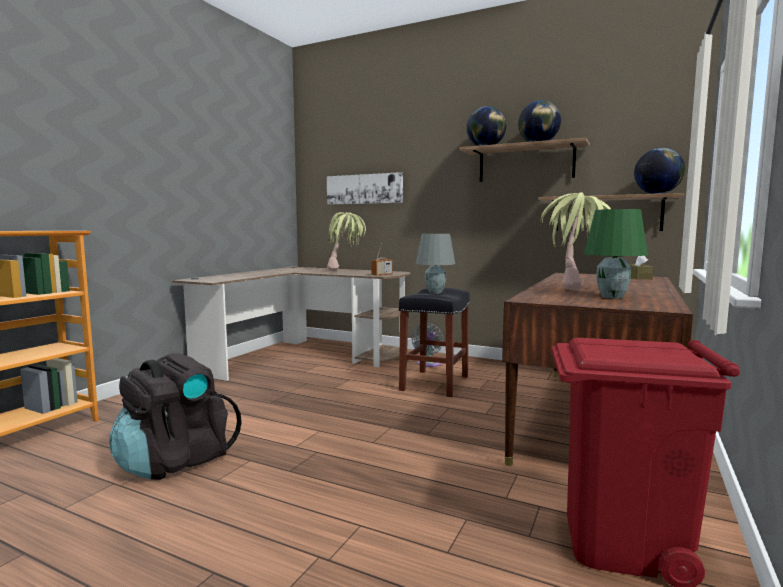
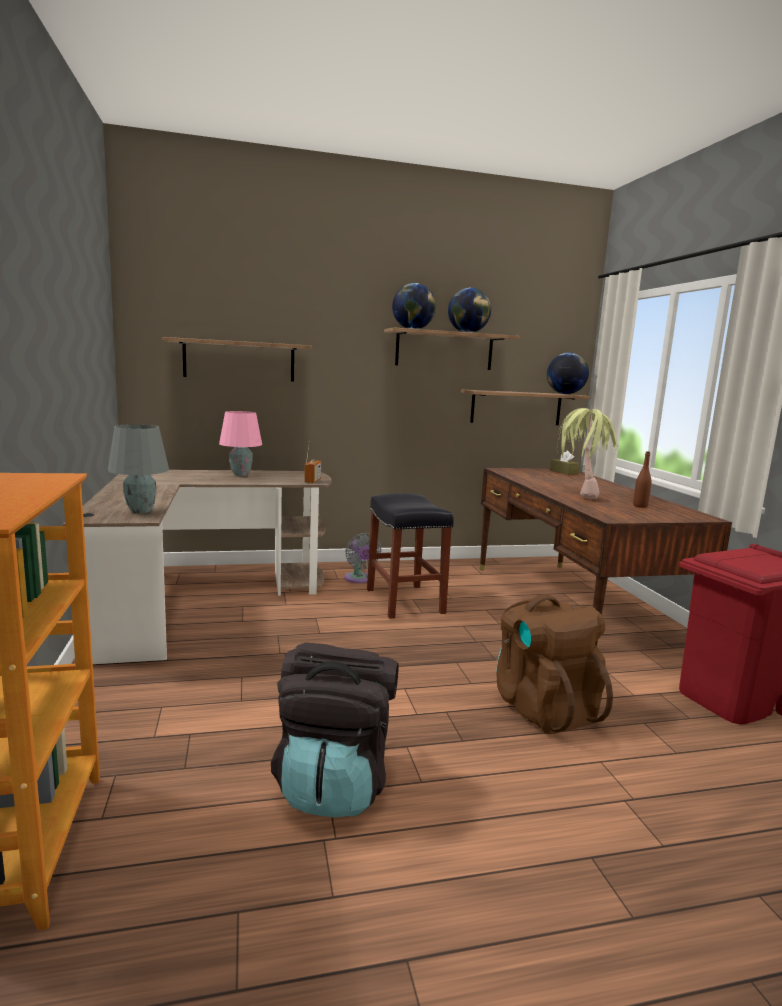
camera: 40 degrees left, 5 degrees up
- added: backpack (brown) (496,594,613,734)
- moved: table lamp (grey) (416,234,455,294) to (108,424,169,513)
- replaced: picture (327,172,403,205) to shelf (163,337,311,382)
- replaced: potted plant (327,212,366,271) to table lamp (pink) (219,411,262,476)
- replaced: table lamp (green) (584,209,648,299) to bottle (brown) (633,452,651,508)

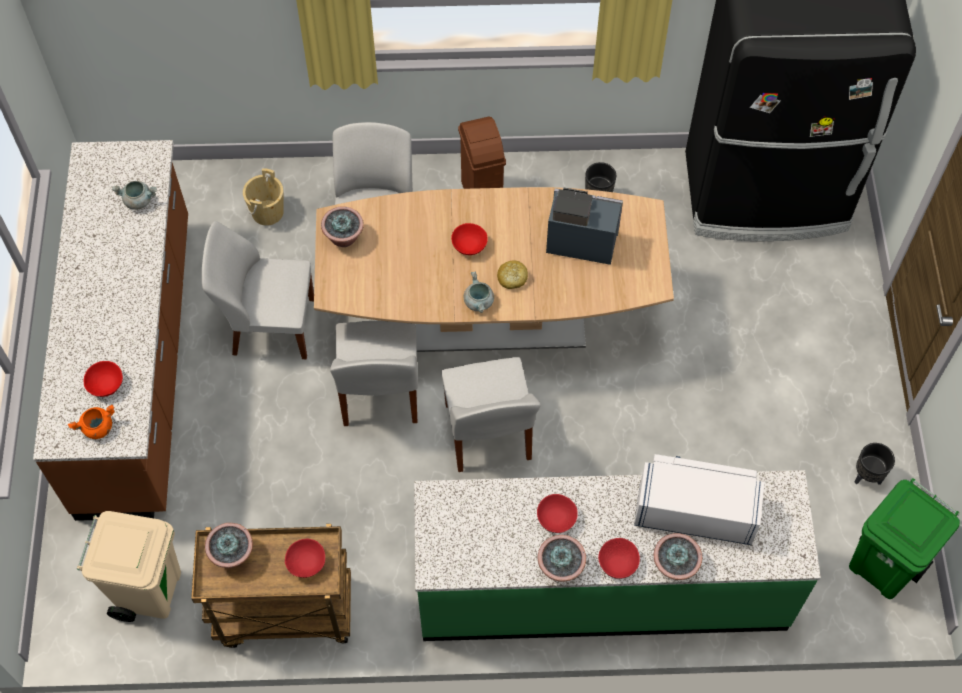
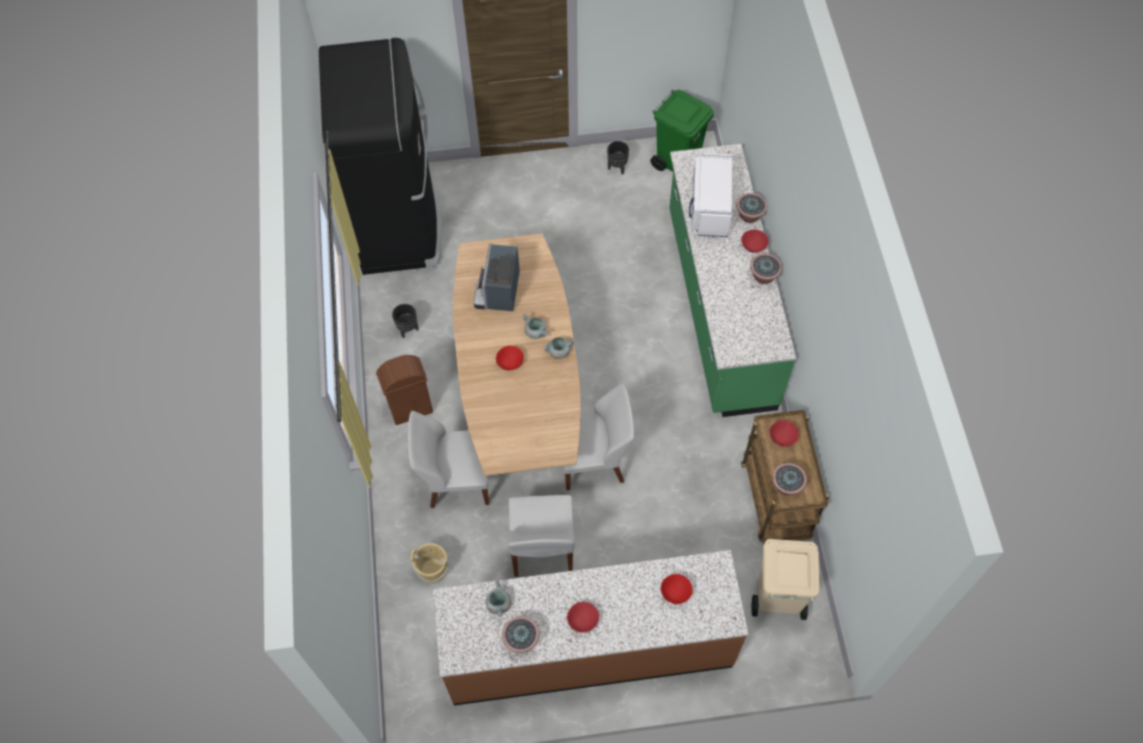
camera: 95 degrees left, 0 degrees up
- removed: cooking pot (orange) (68,404,115,439)
- removed: chair (white) (441,357,541,472)
- moved: potted plant (321,206,364,247) to (502,616,539,653)
- moved: bowl (red) (537,494,578,533) to (567,602,599,633)
- replaced: bread (497,260,528,289) to cooking pot (grey) (522,314,548,339)

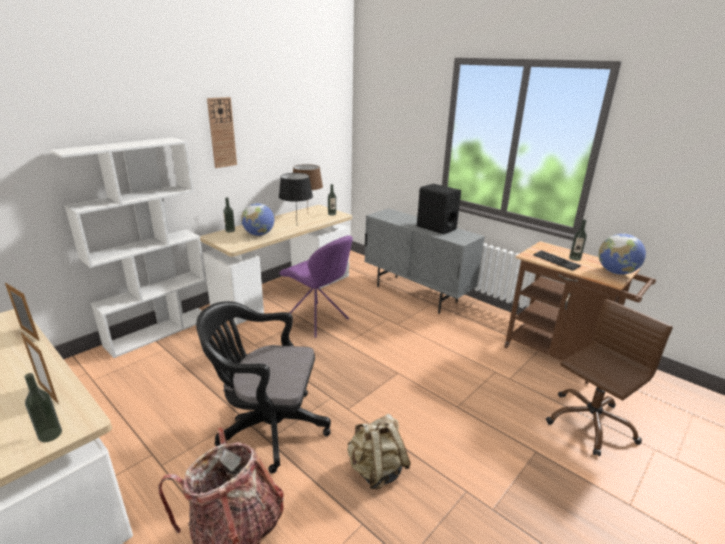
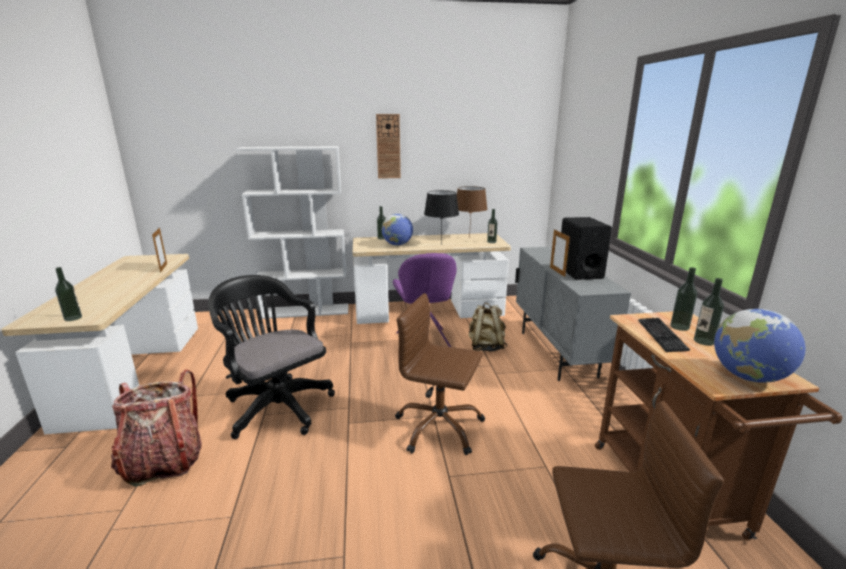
camera: 40 degrees right, 5 degrees down
- added: office chair (brown) (395,293,485,455)
- added: bottle (670,267,697,331)
- moved: picture frame (21,332,59,404) to (550,229,570,277)
- moved: backpack (beige) (347,414,411,489) to (468,303,507,352)

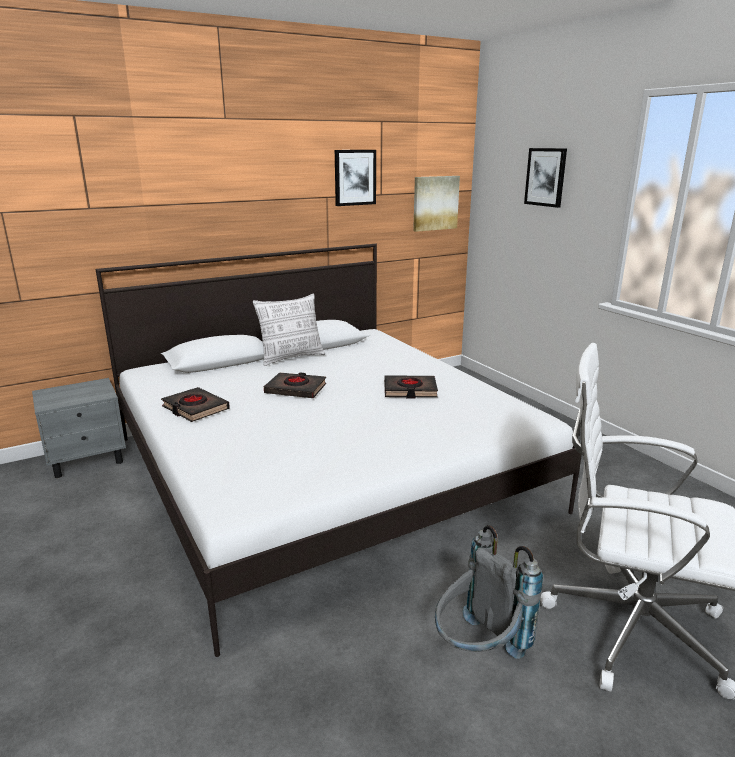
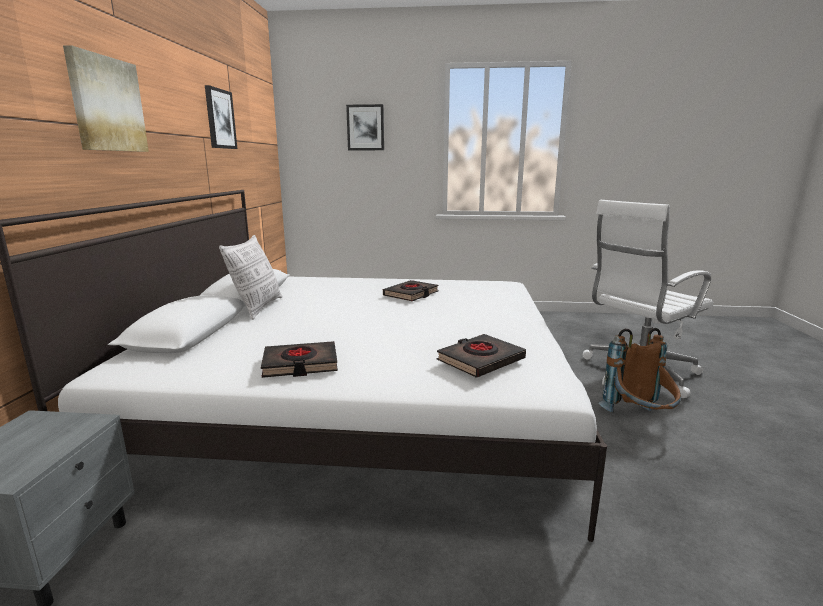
camera: 55 degrees left, 5 degrees down
- moved: book (black) (264,372,326,398) to (437,334,526,378)
- moved: picture (413,176,460,232) to (63,45,149,152)
- recoloured: backpack (grey) (435,525,543,659) to backpack (brown) (599,328,681,413)

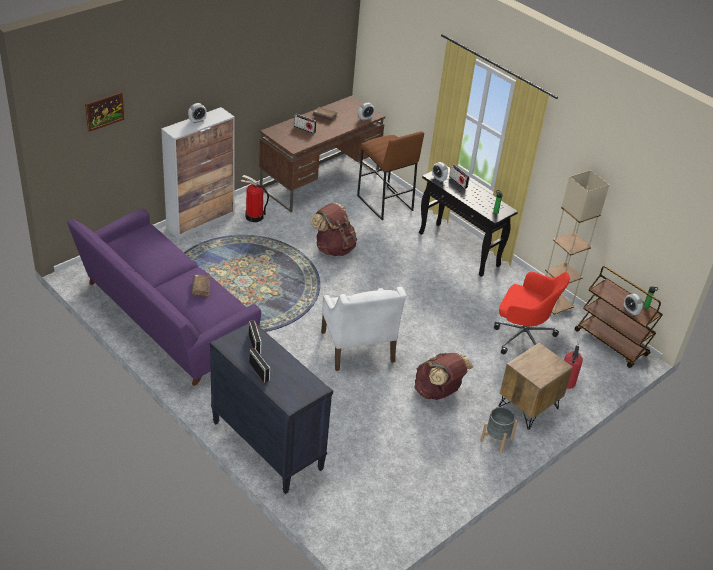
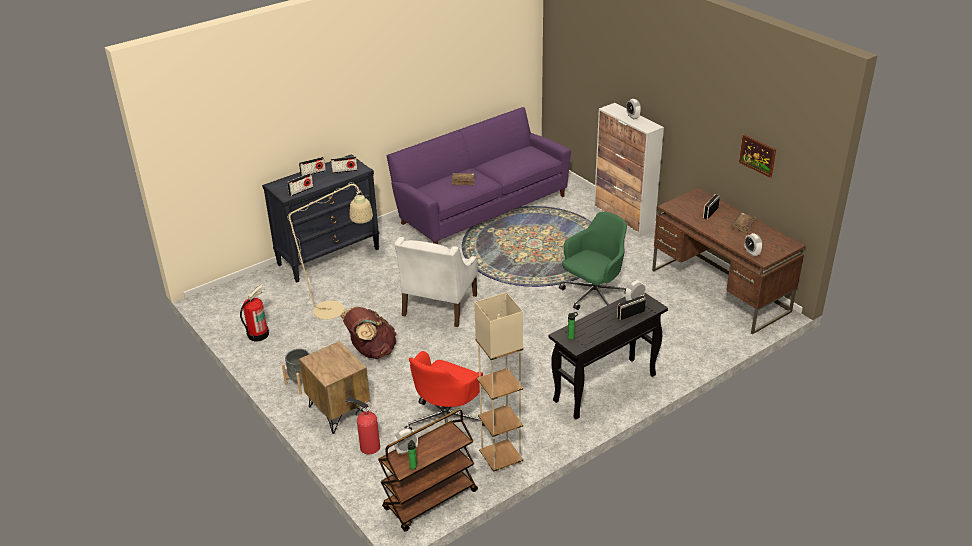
camera: 100 degrees right, 5 degrees down
- removed: stool (brown) (357,131,424,220)
- added: floor lamp (beige) (263,182,373,320)
- added: radio (287,173,314,196)
- moved: picture (85,92,125,132) to (739,134,776,178)
- moved: fire extinguisher (241,175,269,222) to (240,285,269,341)
- replaced: backpack (brown) (310,202,357,256) to office chair (green) (559,211,627,310)
- turned: armchair (white) (321,287,407,371) = (394,237,478,327) 60 degrees counterclockwise

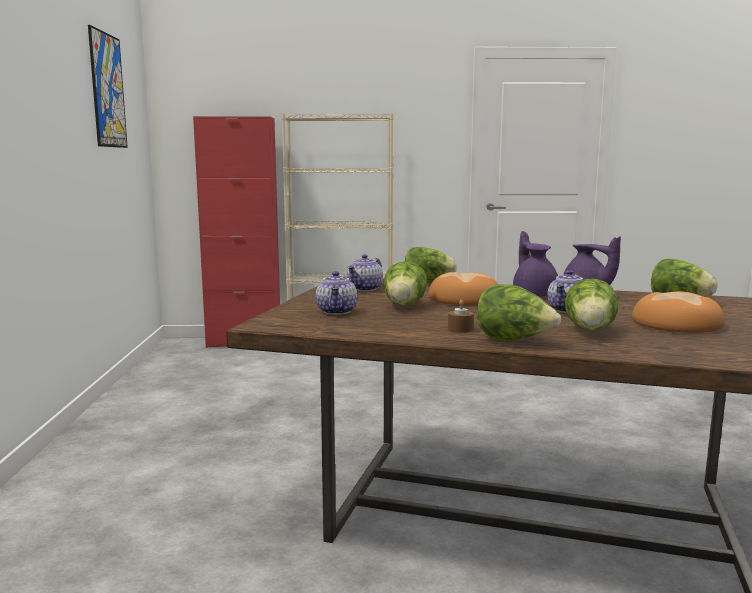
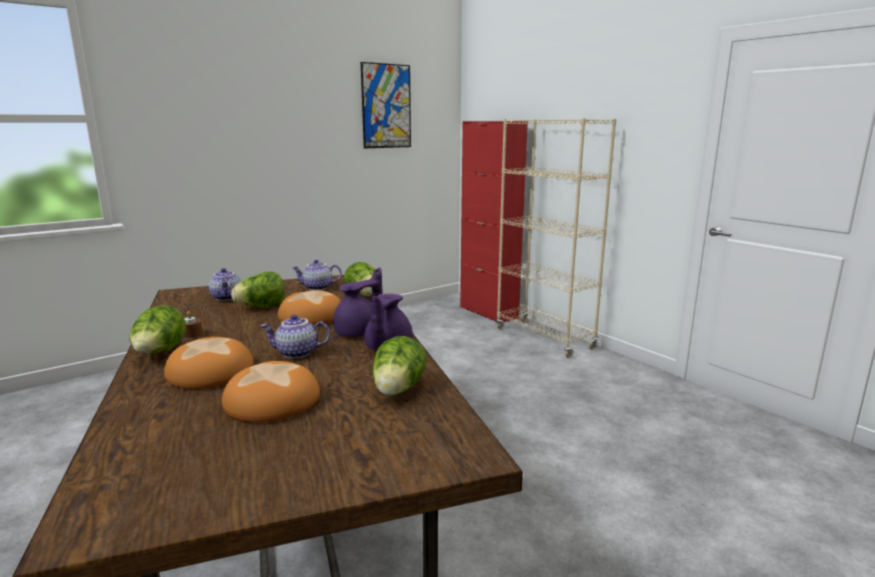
camera: 55 degrees right, 5 degrees up
- replaced: lettuce (565,279,618,330) to bread (164,337,254,389)
- turned: teapot (316,271,357,315) = (209,268,241,301) 75 degrees counterclockwise

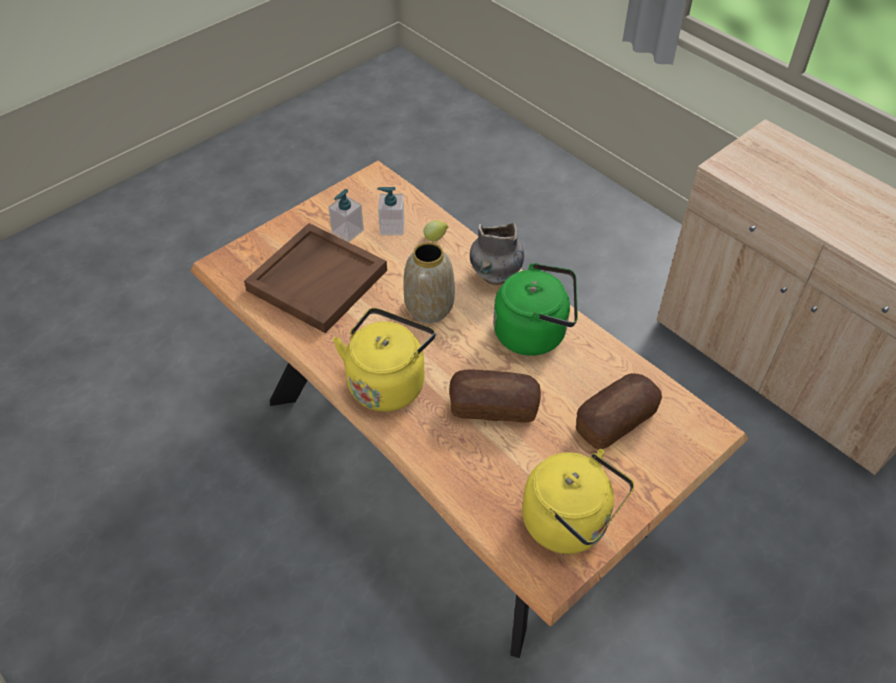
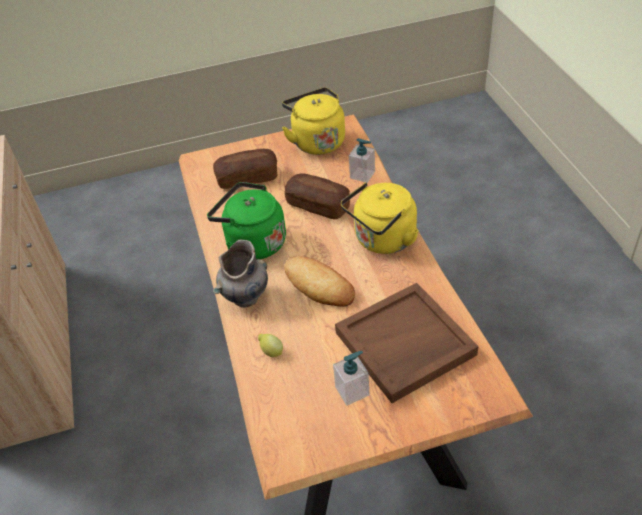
camera: 150 degrees left, 5 degrees down
- moved: soap dispenser (377,187,404,235) to (349,138,375,183)
- replaced: vase (403,242,455,323) to bread (284,256,355,307)

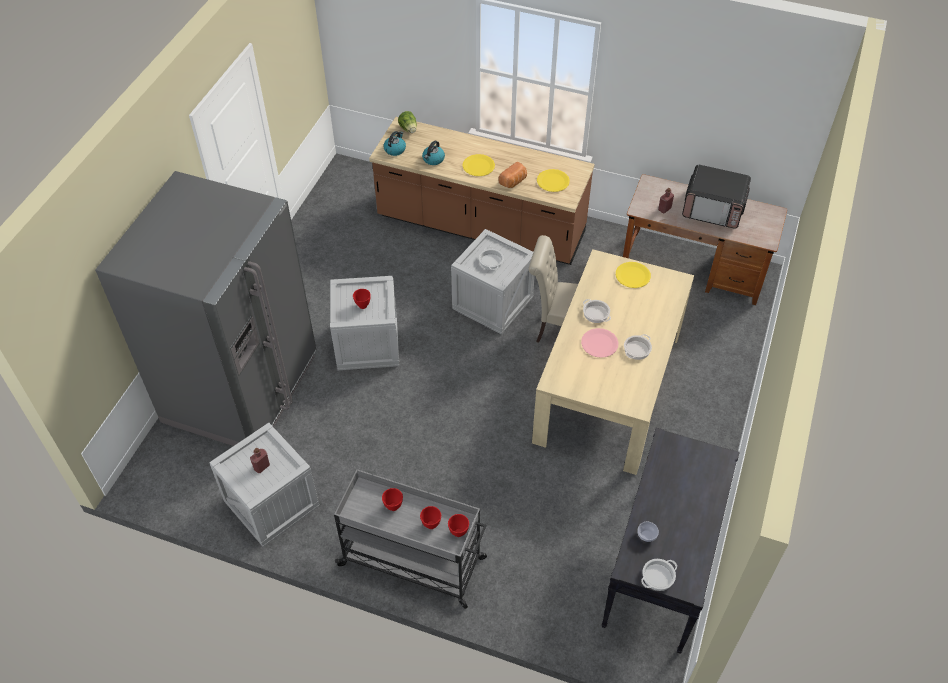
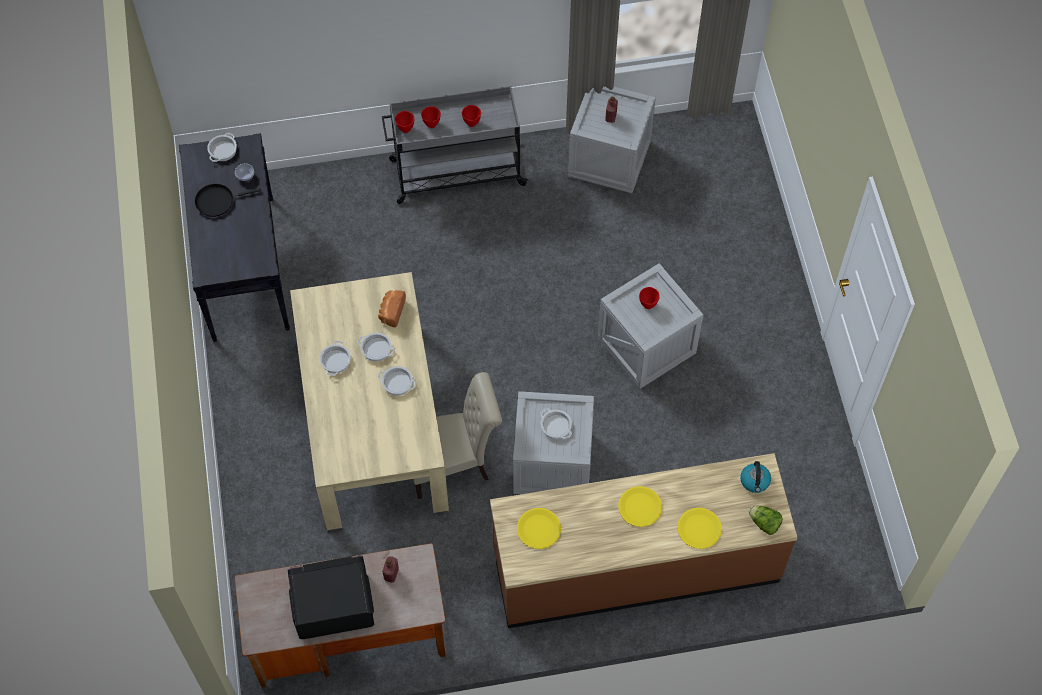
camera: 150 degrees right, 10 degrees up
- removed: fridge (grey) (95,171,316,446)
- removed: kettle (422,141,445,165)
- added: frying pan (black) (195,184,261,217)
- moved: bread (498,162,527,188) to (378,290,406,328)
- moved: plate (yellow) (616,262,651,288) to (677,508,722,549)
- replaced: plate (pink) (581,328,619,358) to cooking pot (358,333,395,362)

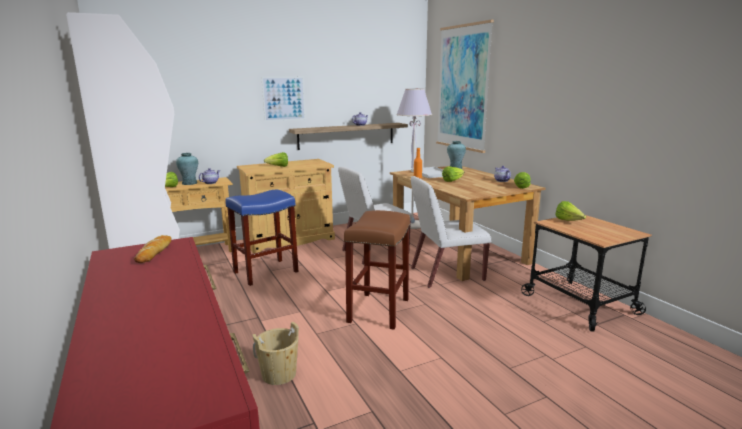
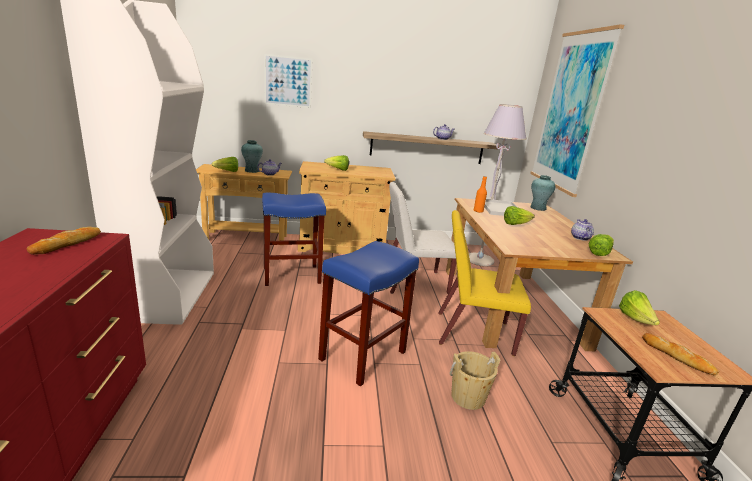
camera: 20 degrees right, 5 degrees up
- added: bread (642,333,719,376)
- moved: bucket (beige) (252,322,299,385) to (450,351,501,410)
- moved: picture (261,77,306,121) to (264,54,313,108)
- recoloured: stool (brown) (344,210,410,330) to stool (blue) (318,241,419,386)
- recoloured: chair (white) (411,176,491,288) to chair (yellow) (439,210,531,356)

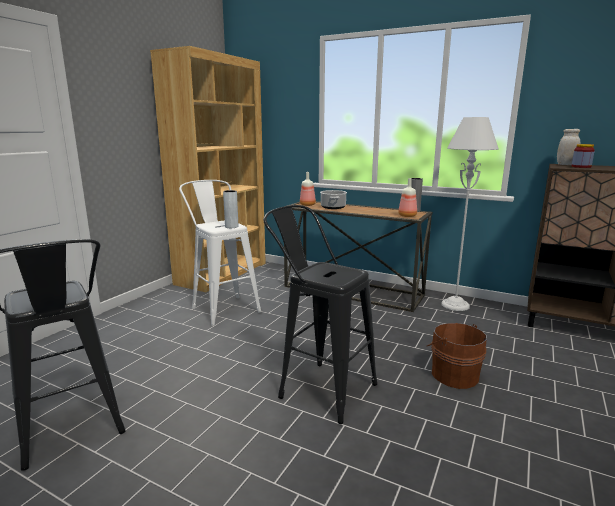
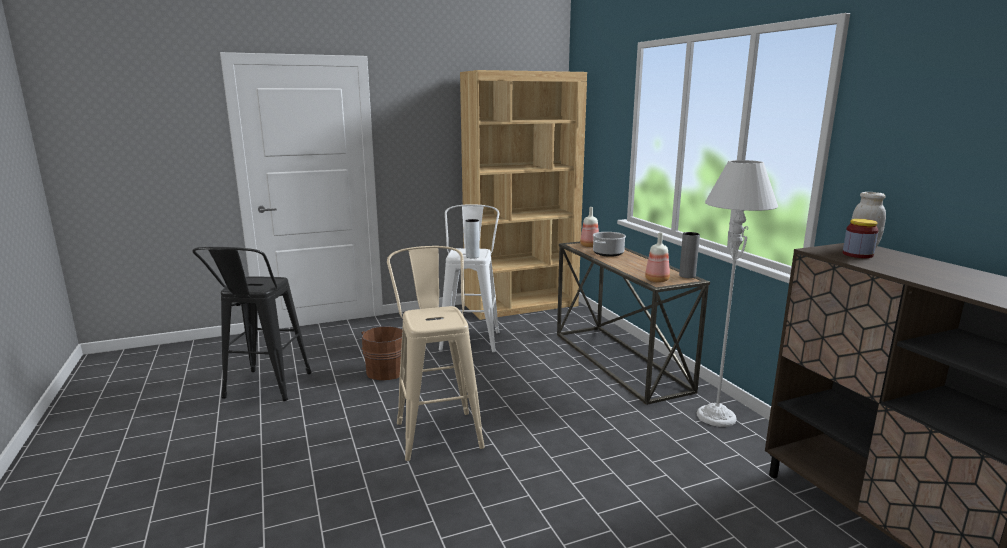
camera: 40 degrees right, 0 degrees up
- moved: bucket (brown) (427,323,487,389) to (361,326,402,380)
- recoloured: stool (black) (263,205,377,424) to stool (beige) (387,246,485,461)

